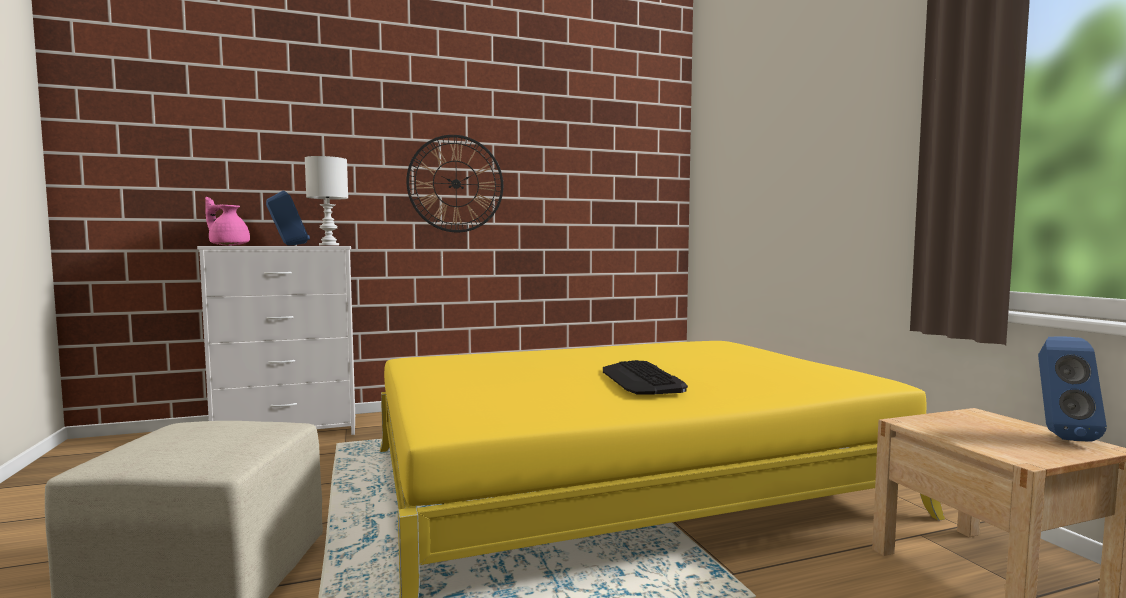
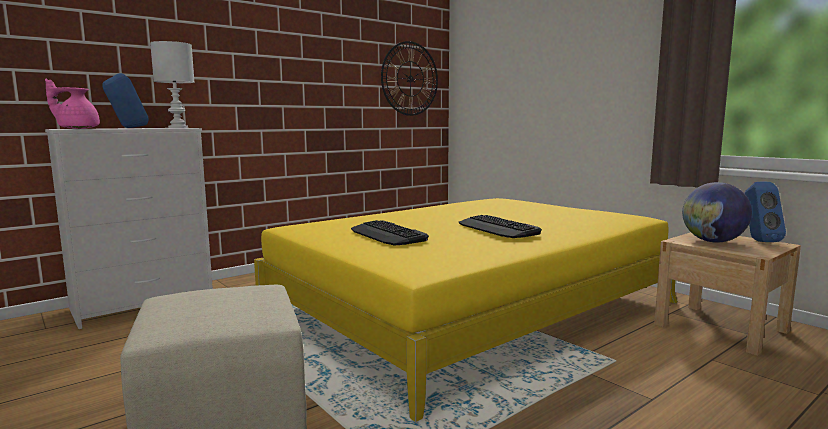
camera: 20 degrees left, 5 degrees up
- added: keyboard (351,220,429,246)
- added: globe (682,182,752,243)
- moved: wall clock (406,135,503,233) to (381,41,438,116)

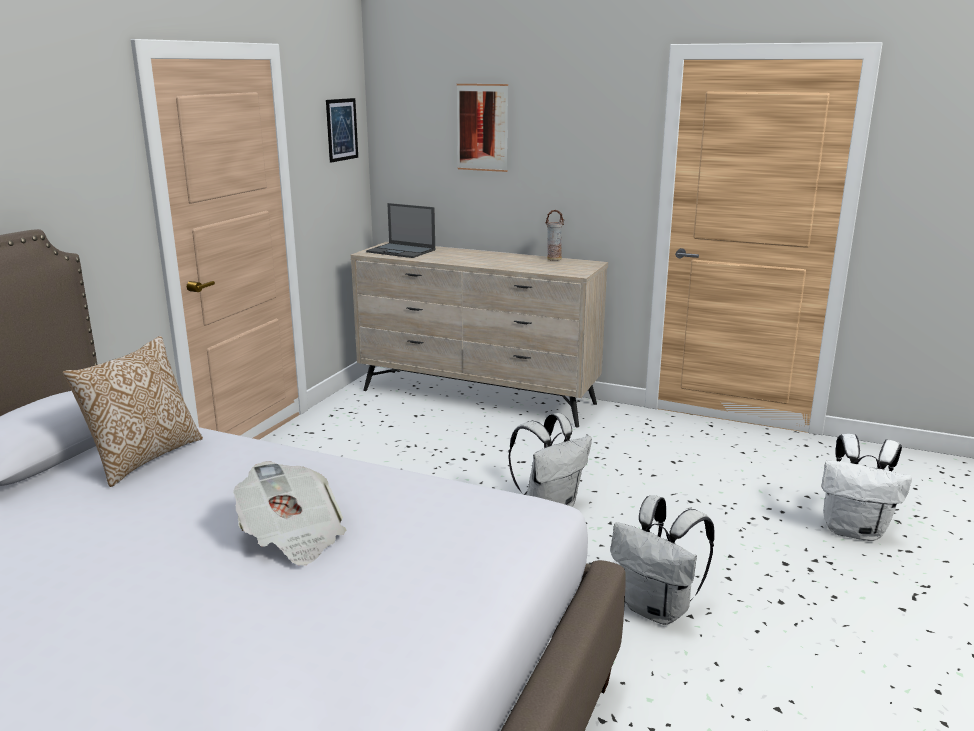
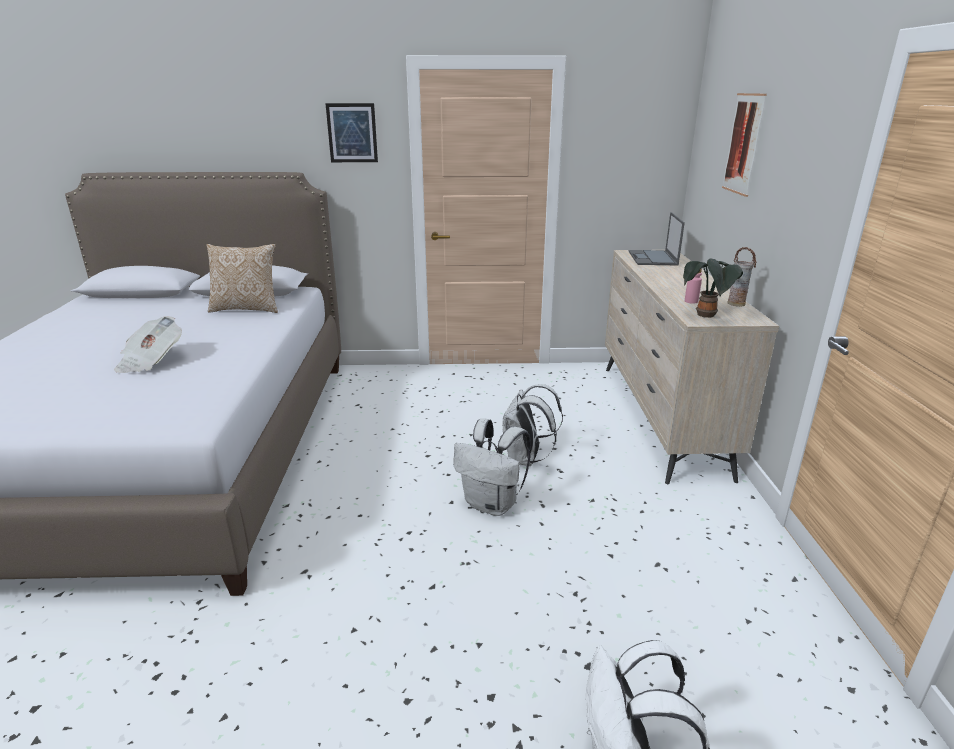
camera: 65 degrees right, 5 degrees up
- added: potted plant (683,259,743,318)
- added: bottle (pink) (685,268,702,304)
- moved: picture (326,98,358,163) to (325,103,378,162)
- moved: backpack (white) (610,495,715,625) to (503,384,563,466)

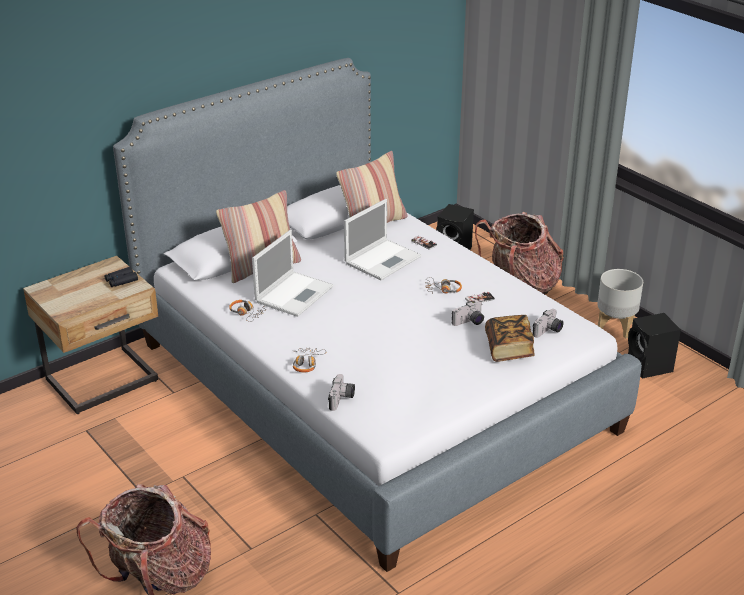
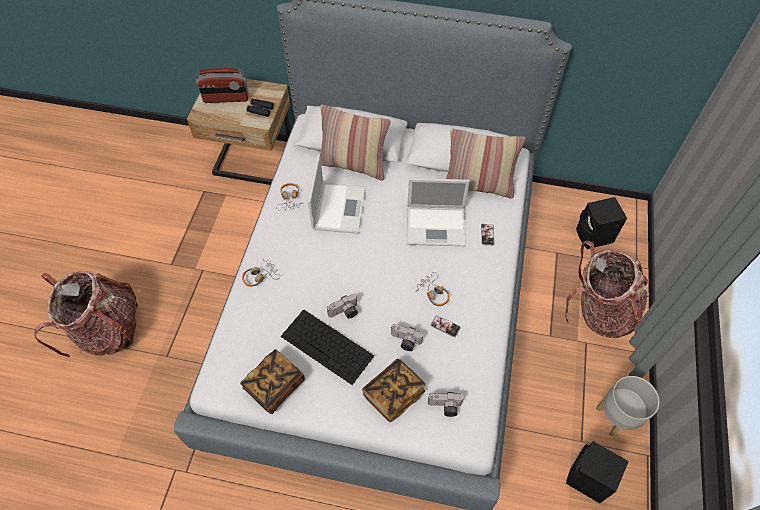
camera: 50 degrees right, 25 degrees up
- added: radio (196,68,248,103)
- added: book (240,349,305,414)
- added: keyboard (281,309,374,385)
- moved: photo camera (328,374,355,411) to (327,294,358,319)
- turned: laptop (252,230,333,317) = (308,155,366,234) 75 degrees counterclockwise

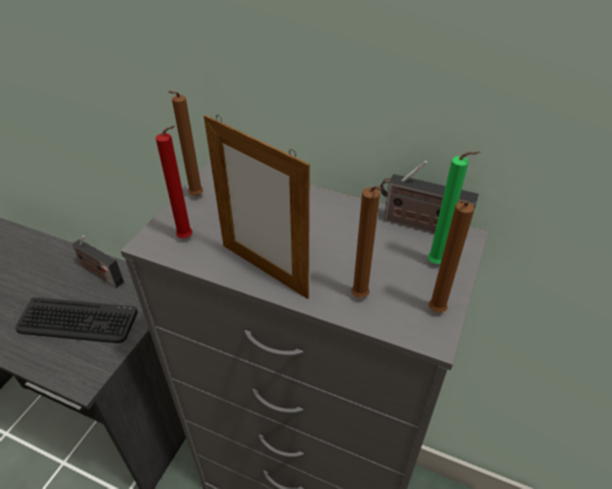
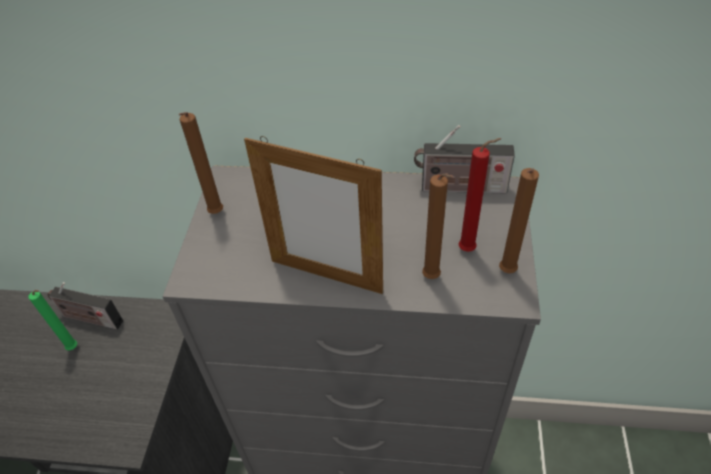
camera: 15 degrees left, 5 degrees up
- removed: keyboard (16,297,138,343)
- moved: candle (red) (156,125,193,238) to (459,138,502,252)
- moved: candle (green) (428,151,481,264) to (28,290,77,350)

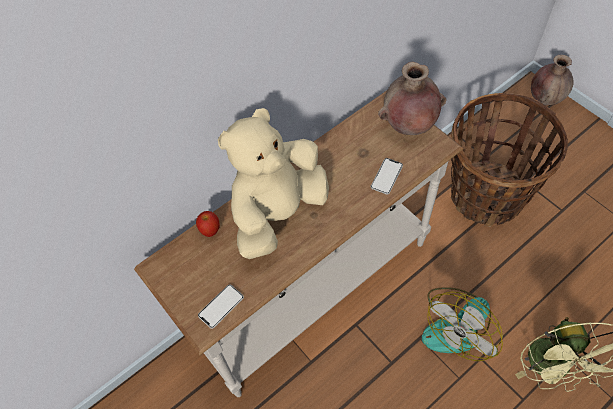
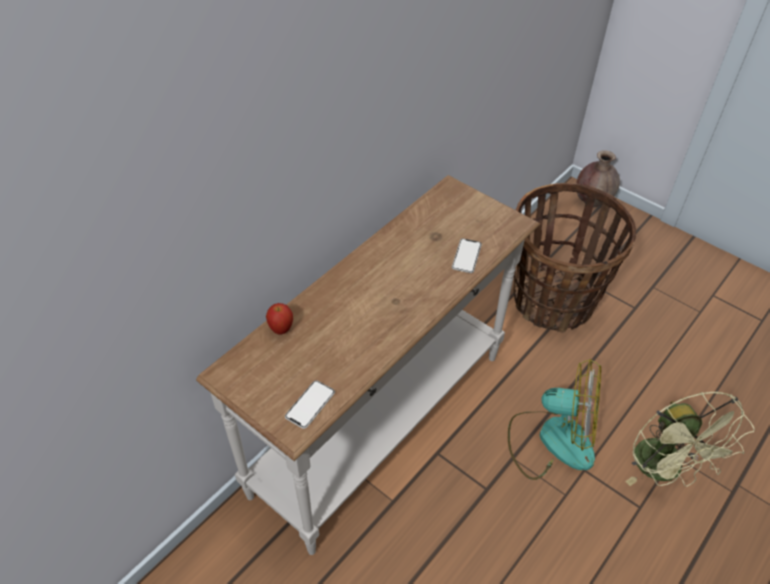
camera: 15 degrees left, 10 degrees down
- removed: plush toy (beige) (218,108,329,259)
- removed: vase (brown) (378,61,447,135)
- turned: fan (422,287,503,361) = (508,359,601,480) 105 degrees counterclockwise

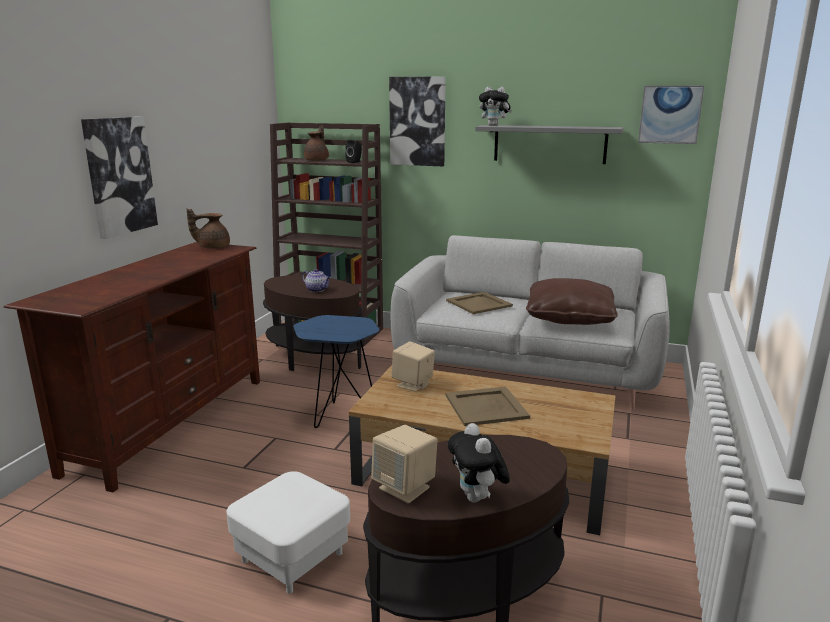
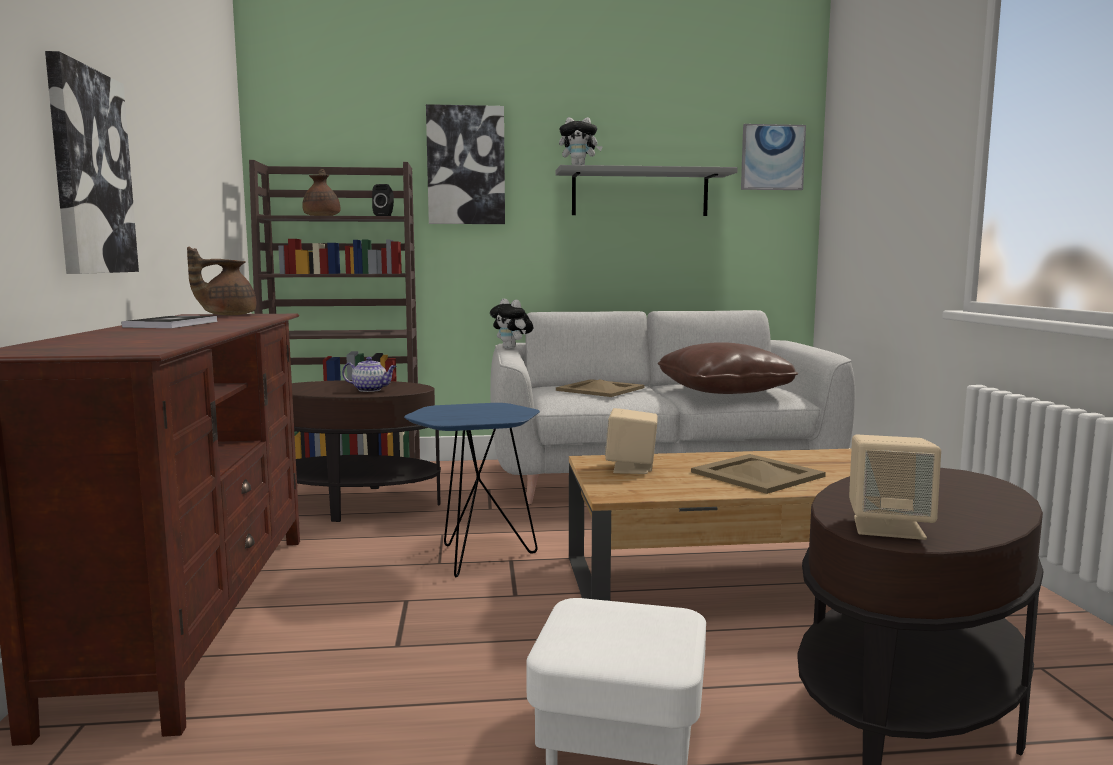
camera: 25 degrees left, 10 degrees down
- added: book (122,316,218,328)
- moved: plush toy (448,423,510,503) to (490,299,533,349)

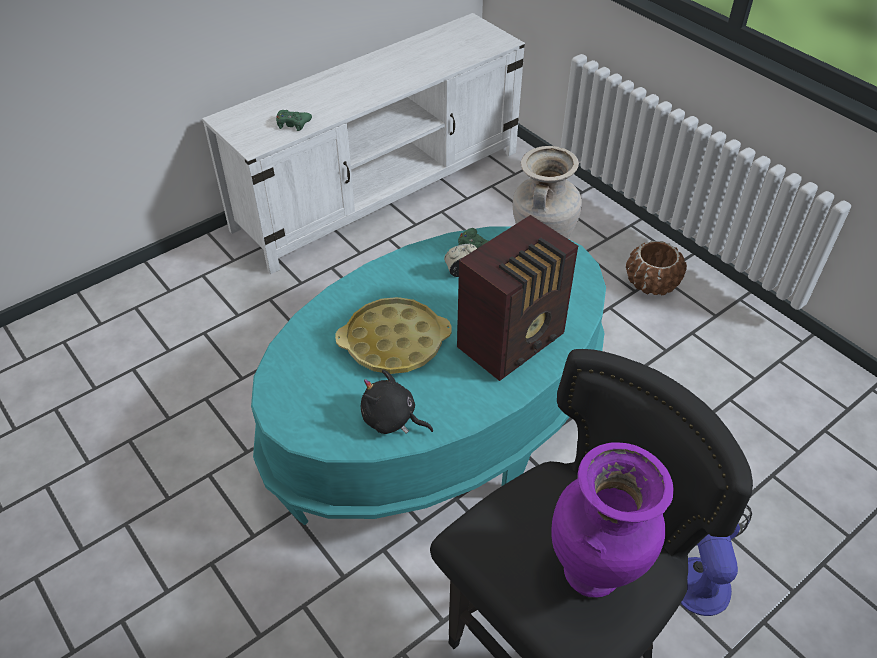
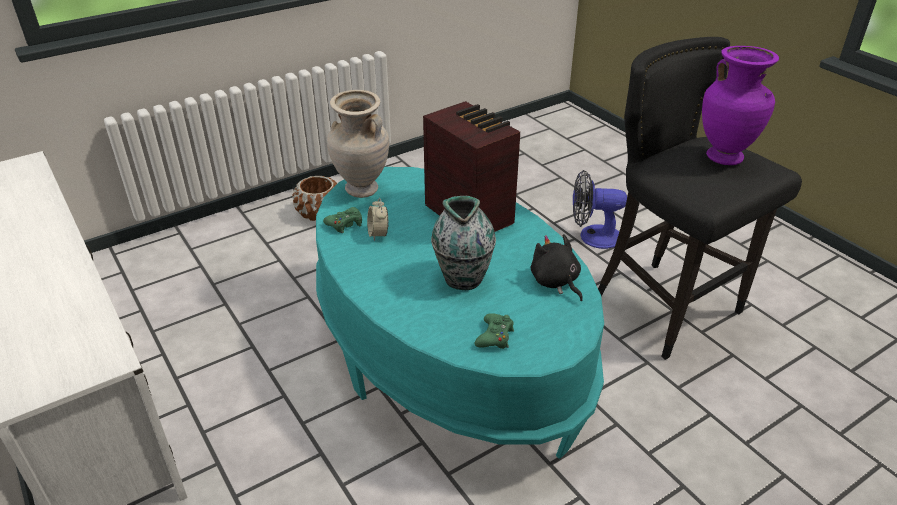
camera: 85 degrees left, 10 degrees down
- moved: game controller (green) (276,110,312,131) to (475,313,514,349)
- replaced: tray (yellow) (335,297,452,374) to vase (431,196,496,290)
- turned: plush toy (black) (361,370,433,434) = (531,234,583,301) 120 degrees clockwise

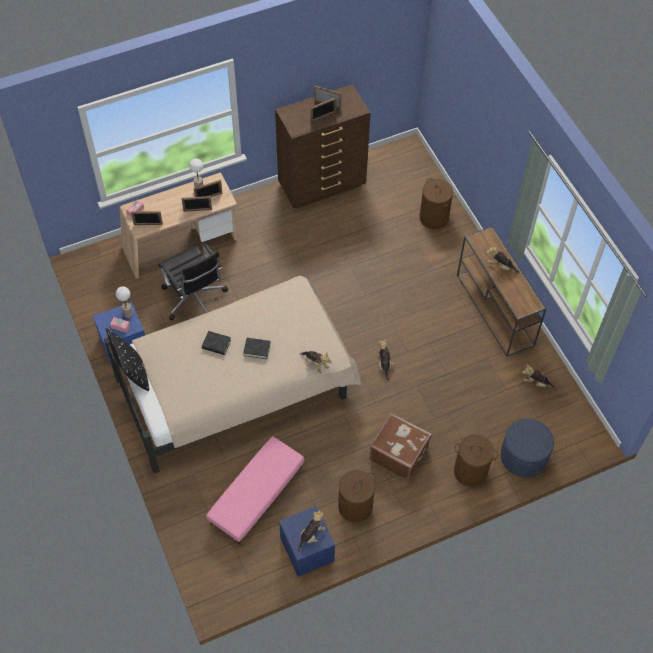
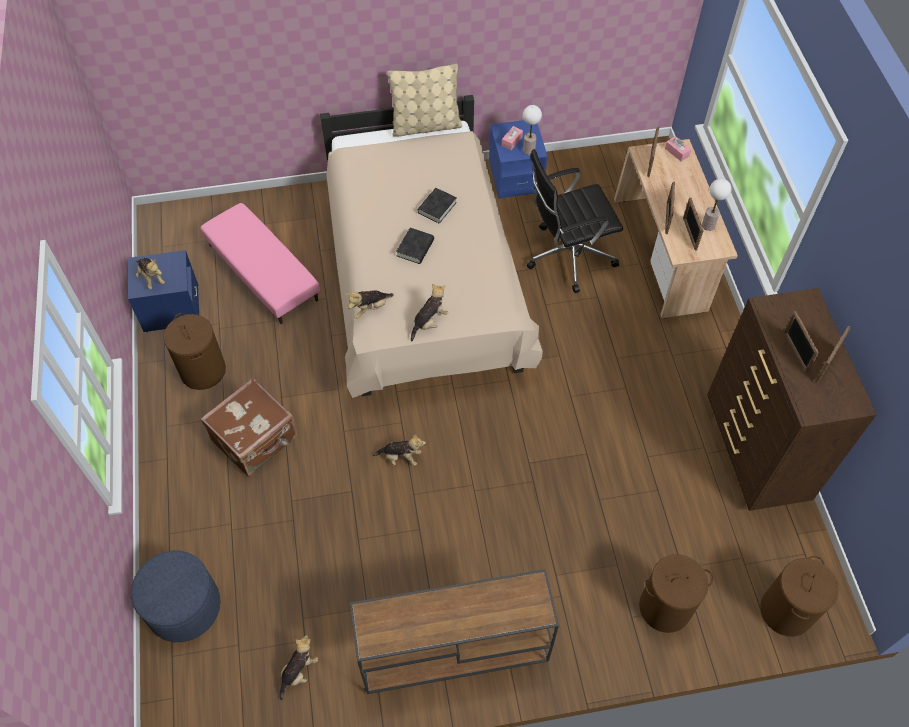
camera: 105 degrees right, 0 degrees up
- moved: laundry basket (brown) (454,434,498,487) to (760,556,839,637)
- moved: plush toy (486,244,519,273) to (411,284,448,341)
- recoloured: pillow (black) (106,328,149,391) to pillow (beige) (387,64,462,137)

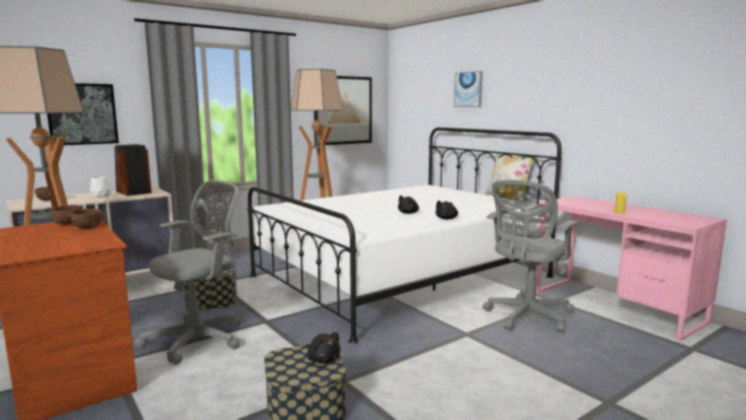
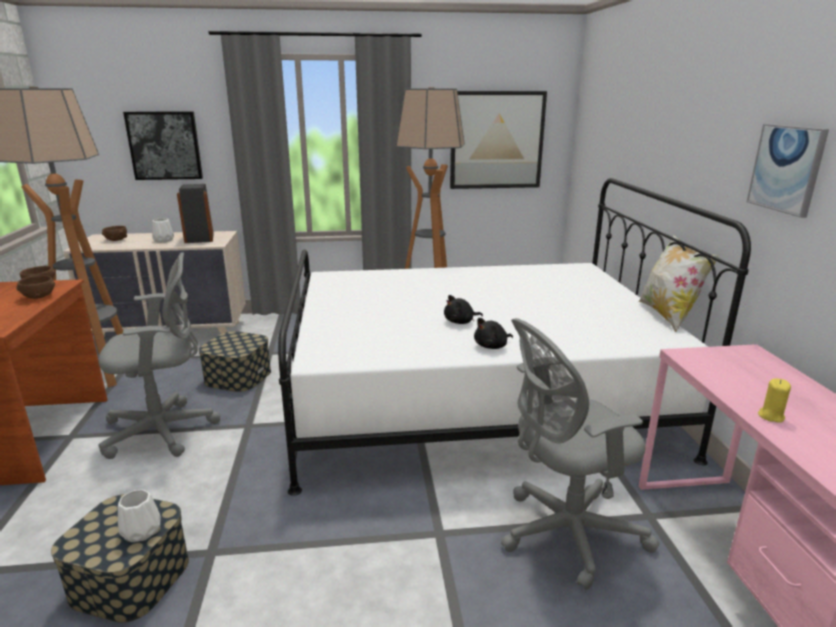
camera: 30 degrees right, 10 degrees up
- moved: picture (454,71,482,107) to (747,124,829,218)
- replaced: plush toy (black) (305,332,341,363) to vase (white) (118,490,161,542)

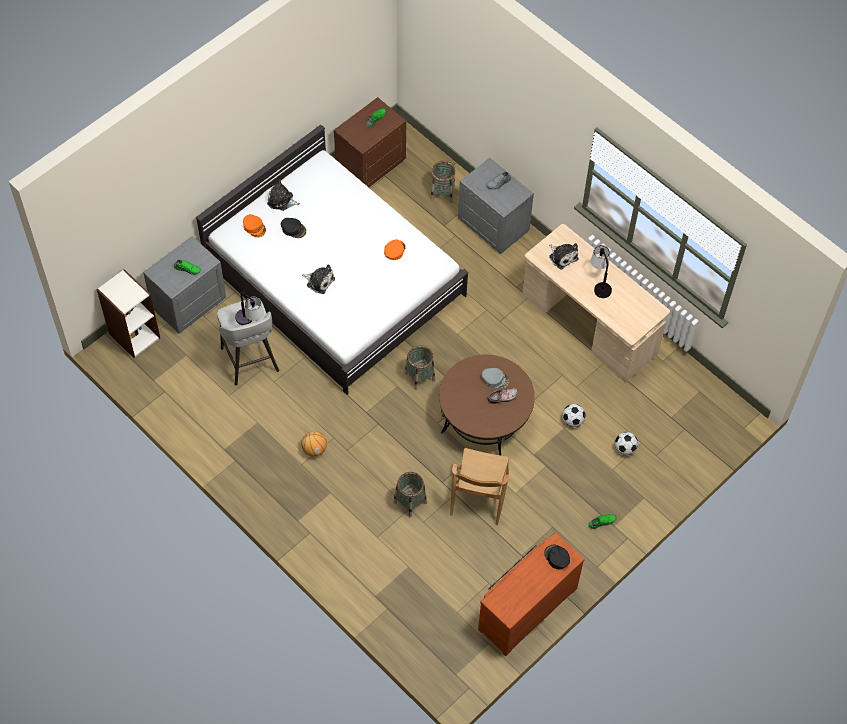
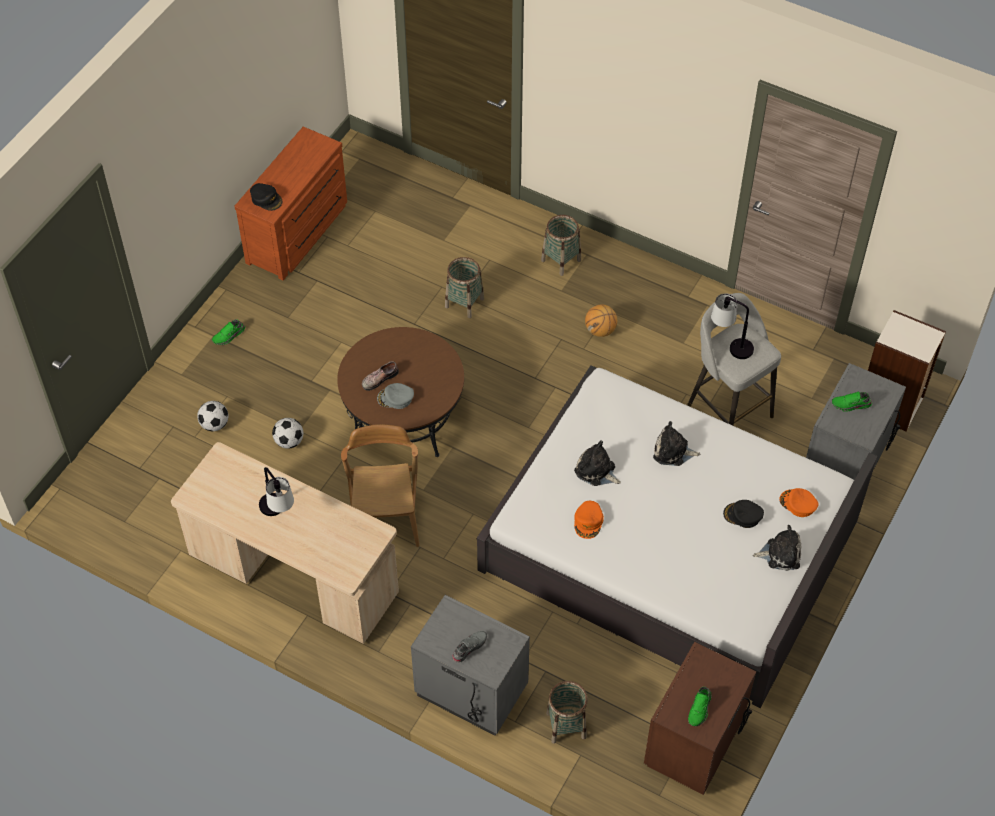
camera: 165 degrees right, 5 degrees down
- moved: basket (405,345,435,390) to (541,215,581,276)
- moved: chair (brown) (450,448,509,525) to (341,424,419,547)
- moved: plush toy (549,243,578,270) to (574,440,621,486)

